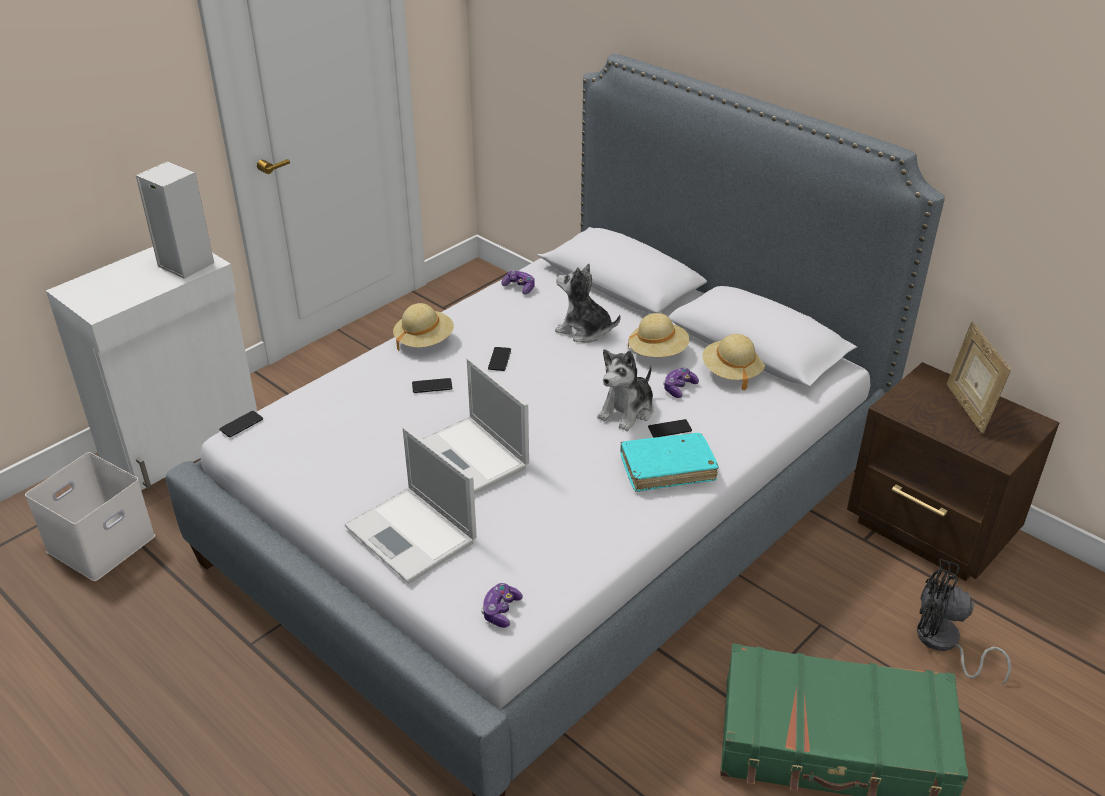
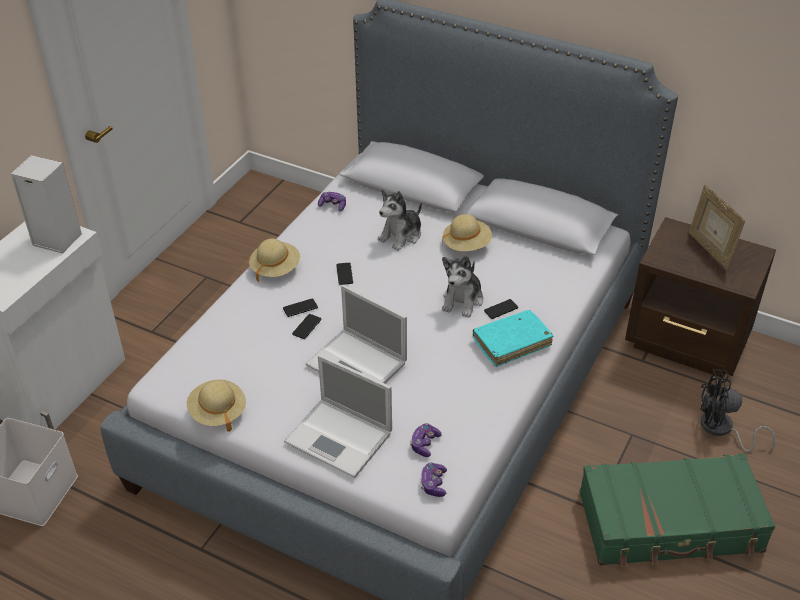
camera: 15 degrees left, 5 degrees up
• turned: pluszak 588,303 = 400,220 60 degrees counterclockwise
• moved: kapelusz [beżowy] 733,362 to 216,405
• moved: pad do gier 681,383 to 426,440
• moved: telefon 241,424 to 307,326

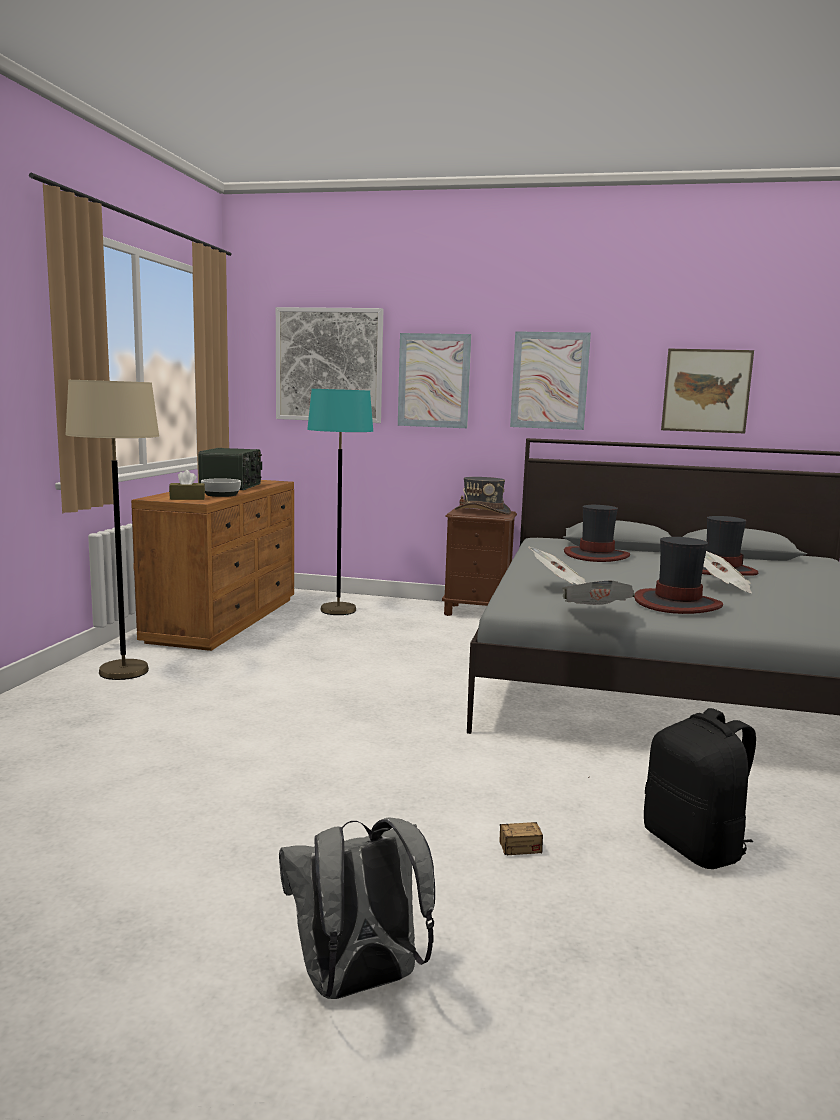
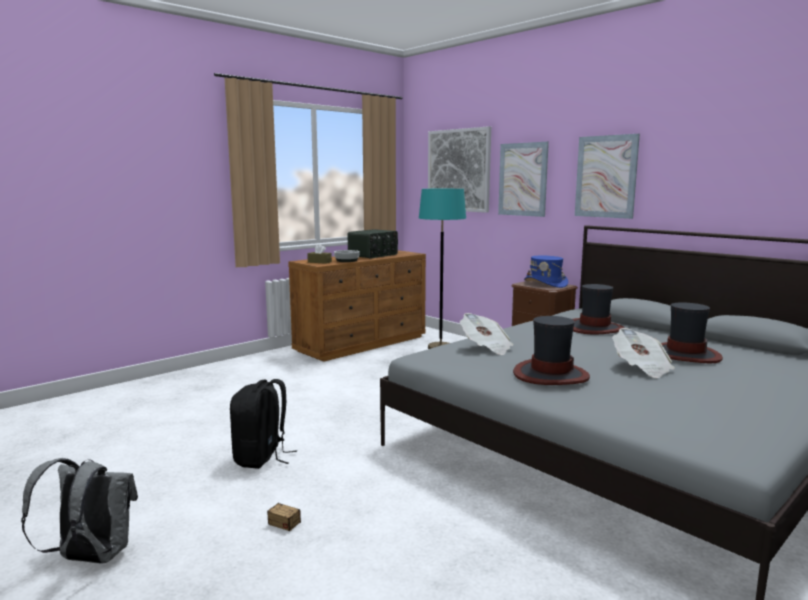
camera: 35 degrees right, 0 degrees up
• removed: obraz 707,391
• removed: lampa stojąca [beżowy] 112,530
• recoloured: kapelusz [szary] 483,496 to kapelusz [niebieski] 546,272
• removed: gazeta 598,593
• moved: plecak [czarny] 700,788 to 263,424

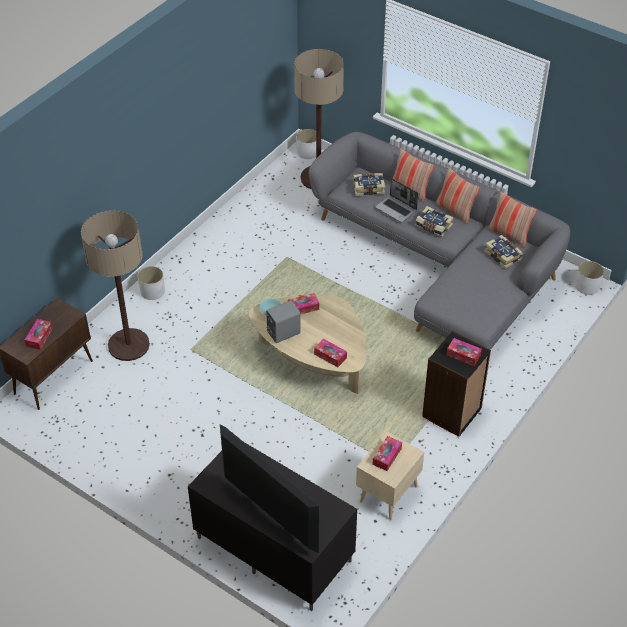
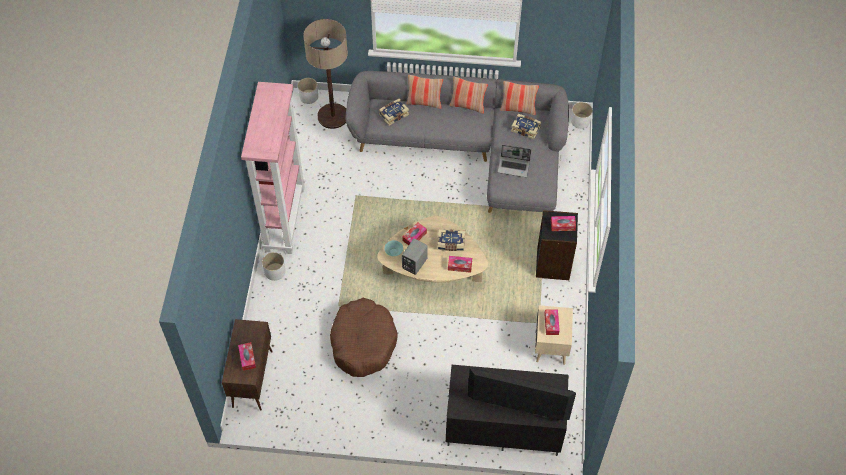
camera: 30 degrees left, 10 degrees up
• moved: laptop 396,200 to 514,161
• moved: książka 434,221 to 451,240
• removed: lampa stojąca 115,285
• added: regał [różowy] 273,168
• added: legowisko [brązowy] 364,337

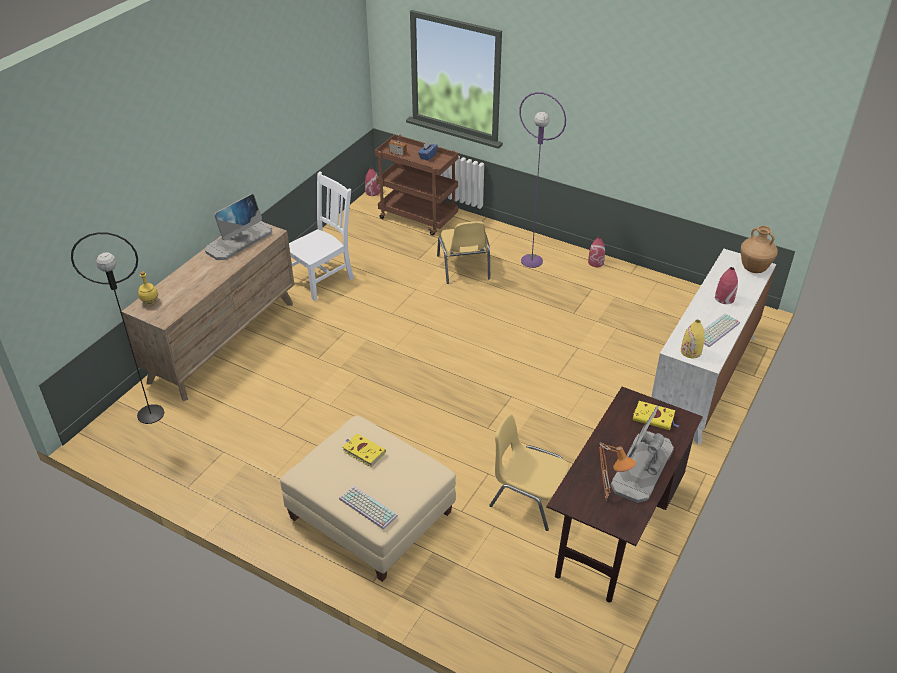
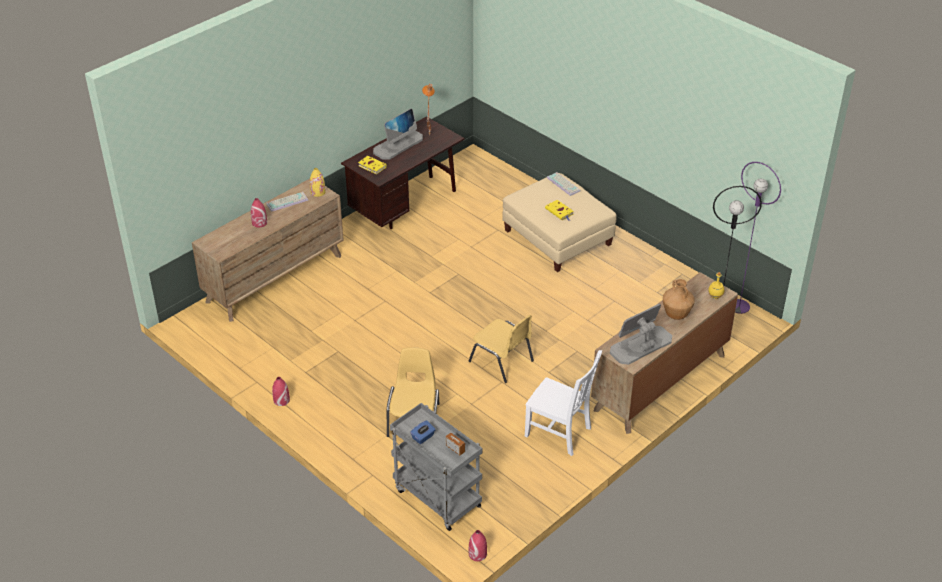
camera: 165 degrees left, 0 degrees up
• moved: lampa stojąca [fioletowy] 542,180 to 758,238
• recoloured: wózek [brązowy] 417,184 to wózek [szary] 436,467
• turned: krzesło [biały] 321,236 = 563,403 120 degrees counterclockwise
• moved: wazon [brązowy] 759,249 to 679,299
• recoloured: komoda [biały] 713,347 to komoda [brązowy] 268,250
• moved: krzesło [żółty] 529,472 to 501,349

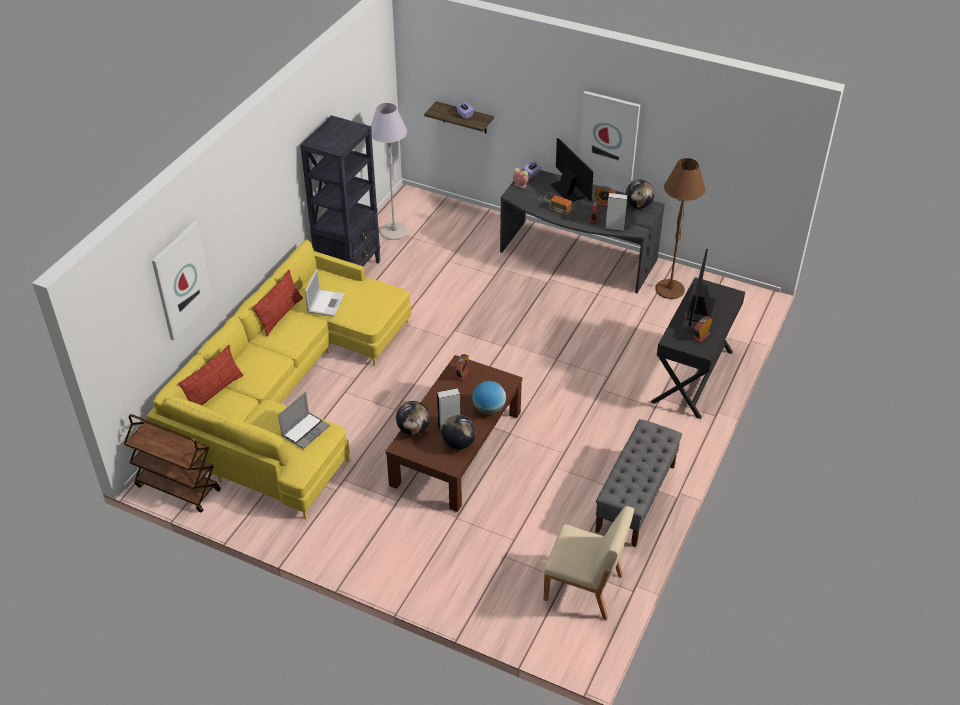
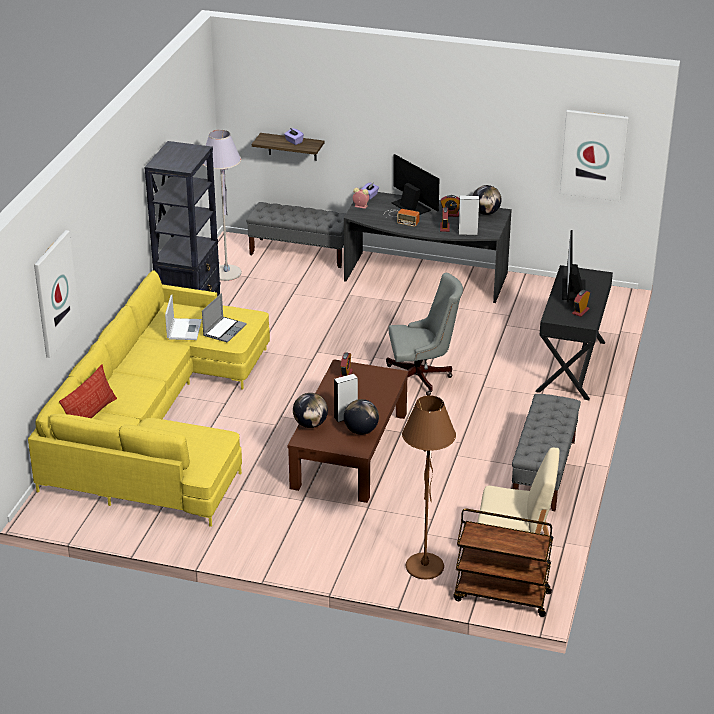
camera: 10 degrees left, 10 degrees down
• moved: obraz 609,136 to 594,155
• moved: lampa stojąca [brązowy] 680,228 to 429,487
• removed: poduszka 277,303
• removed: globus 489,397
• moved: laptop 304,420 to 224,318
• moved: wózek [brązowy] 172,463 to 503,562
• added: ławka [szary] 296,235
• added: krzesło biurowe [szary] 424,334

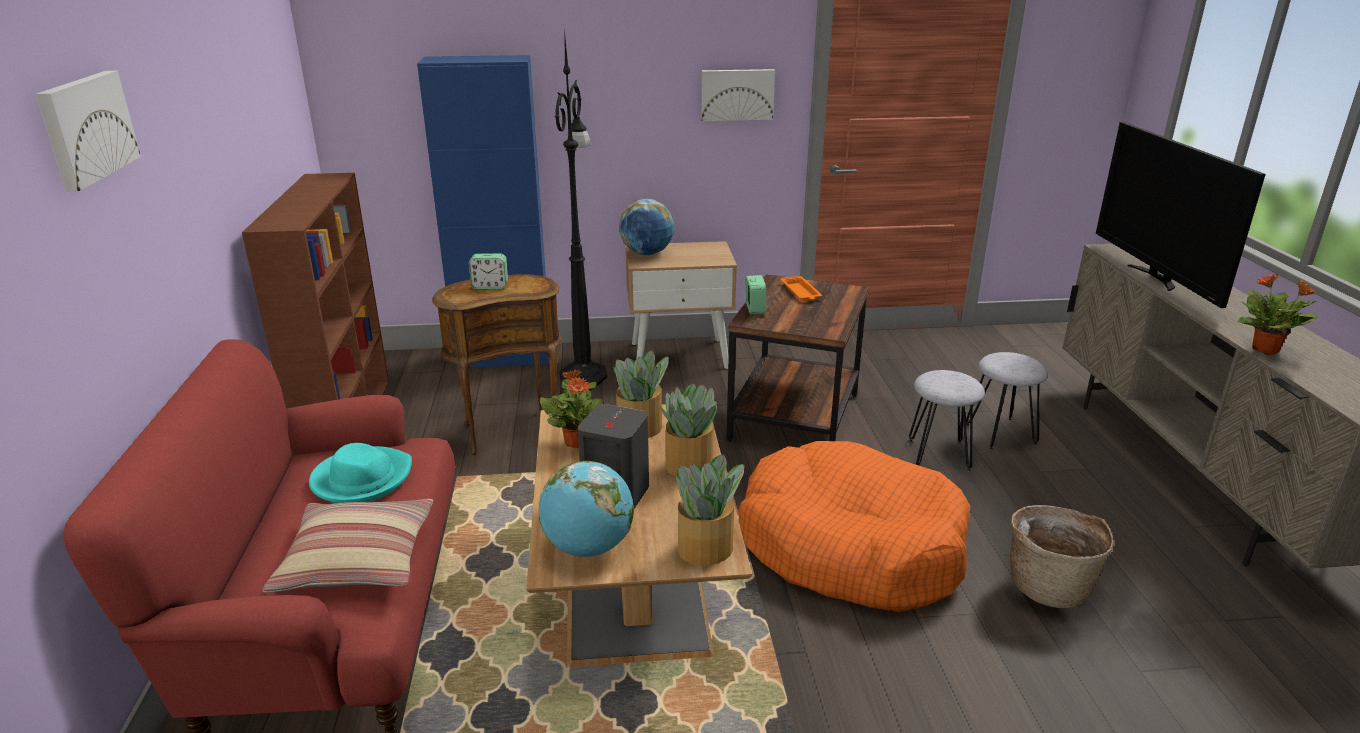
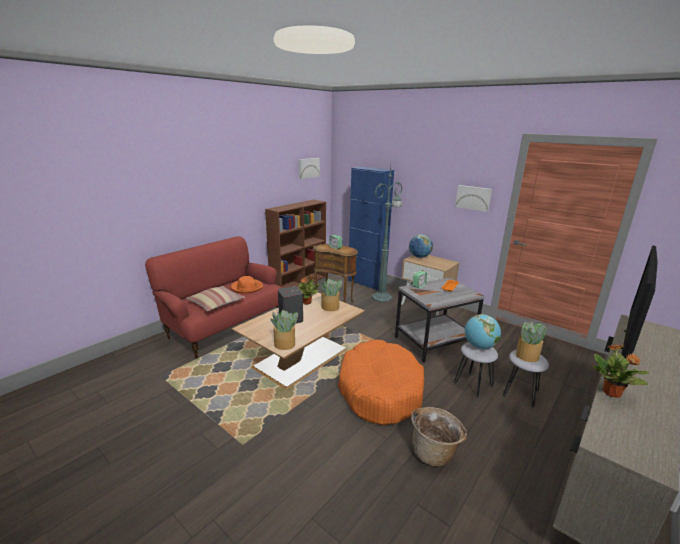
camera: 45 degrees right, 5 degrees down
• recoloured: lampa stojąca [czarny] 581,207 to lampa stojąca [zielony] 387,234
• moved: obraz 88,131 to 309,168
• recoloured: stolik [brązowy] 797,357 to stolik [szary] 440,320
• moved: roślina doniczkowa 687,429 to 531,342
• recoloured: kapelusz [turkusowy] 360,473 to kapelusz [pomarańczowy] 247,285
• moved: globus 586,509 to 483,331

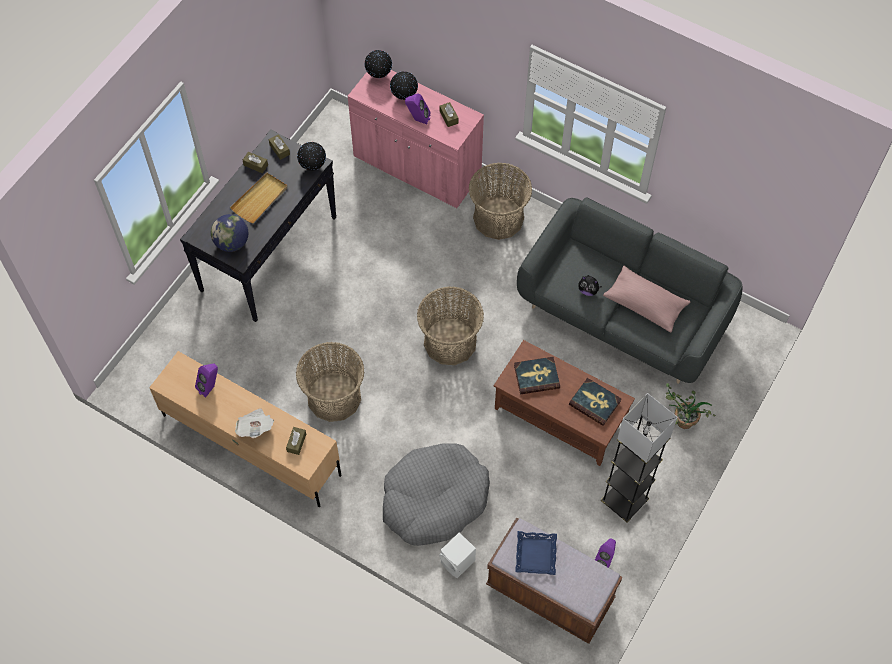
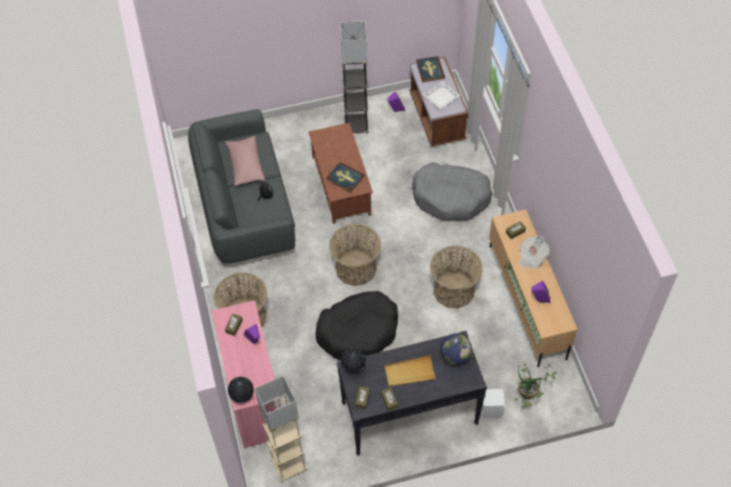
camera: 135 degrees left, 5 degrees down
• removed: globus 404,85
• moved: książka 595,402 to 430,69
• moved: roślina doniczkowa 691,406 to 536,386
• recoloured: taca [niebieski] 536,553 to taca [biały] 441,95
• moved: głośnik [biały] 457,555 to 493,404
• added: legowisko [czarny] 356,325
• added: lampa stojąca [beżowy] 281,429

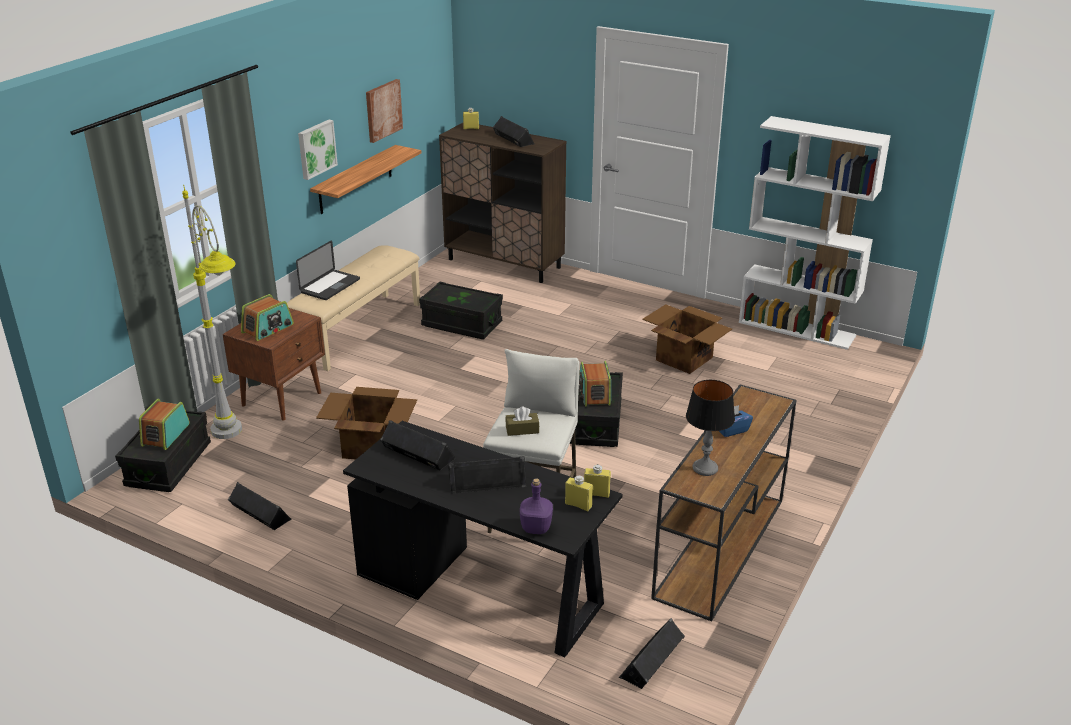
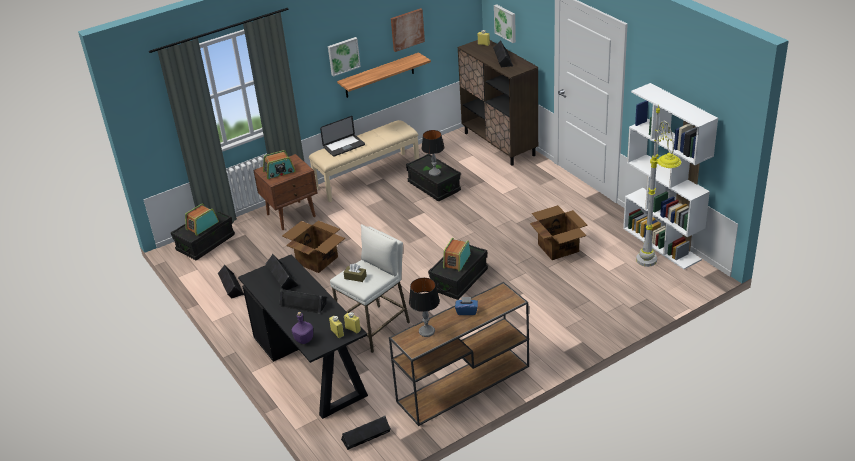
camera: 30 degrees right, 5 degrees up
• moved: lampa stojąca [szary] 212,312 to 658,185
• added: obraz 505,23
• added: lampa stołowa 433,153

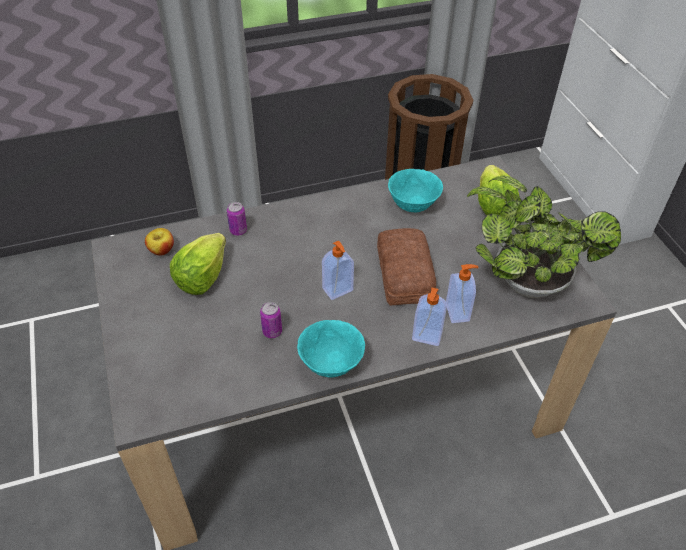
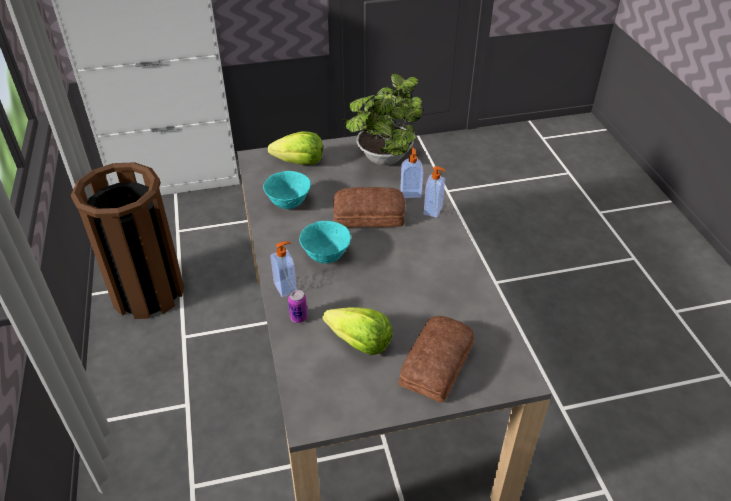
camera: 85 degrees left, 5 degrees down
• removed: jabłko 159,242
• moved: dozownik mydła 338,270 to 284,269
• removed: puszka 271,320
• moved: miska [turkusowy] 331,348 to 325,242
• added: chleb 436,359

